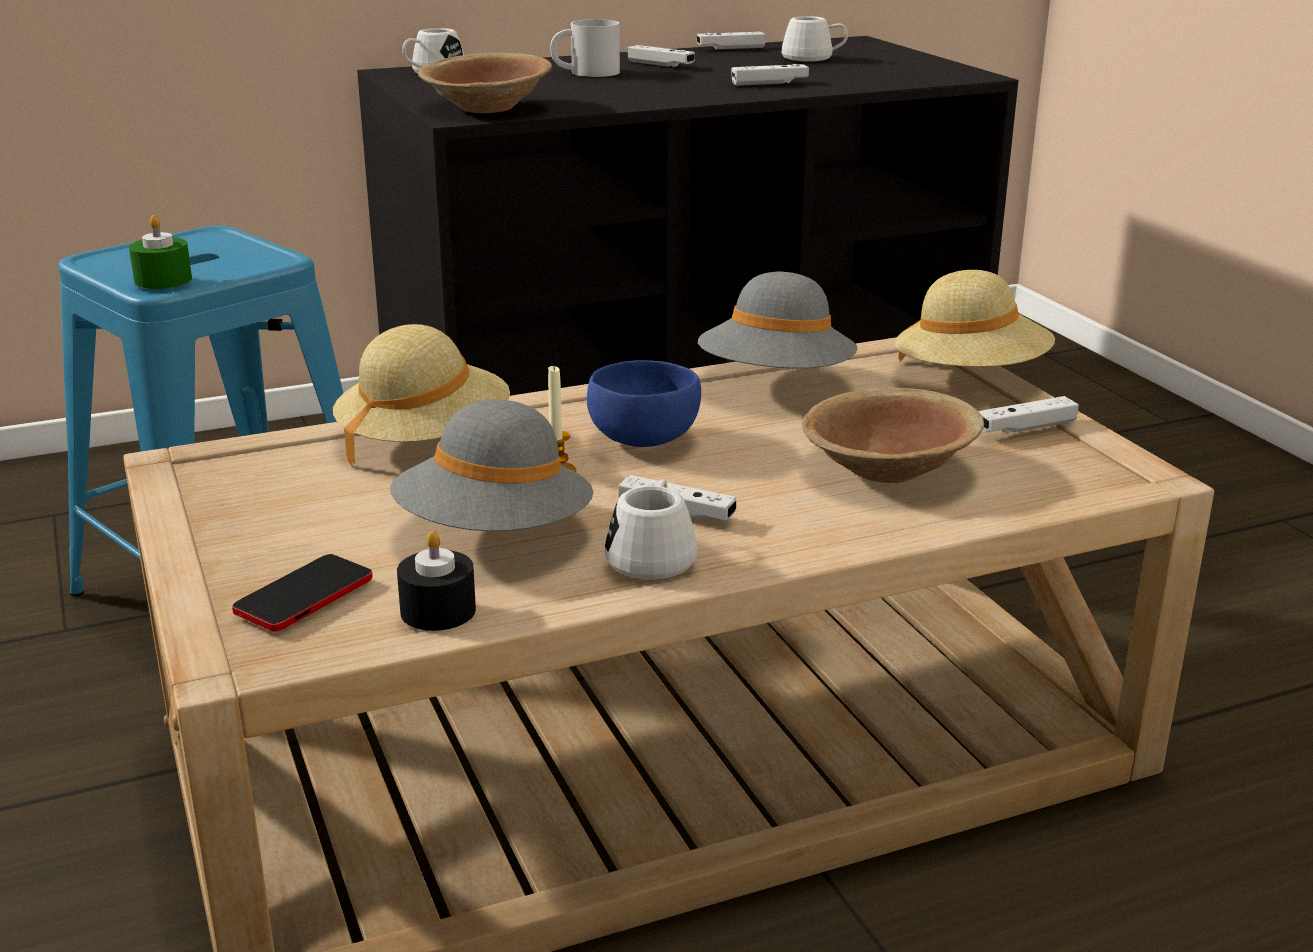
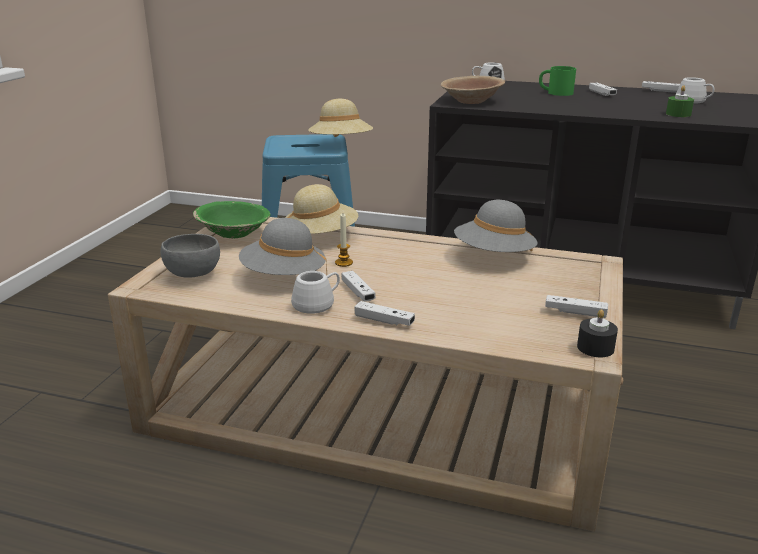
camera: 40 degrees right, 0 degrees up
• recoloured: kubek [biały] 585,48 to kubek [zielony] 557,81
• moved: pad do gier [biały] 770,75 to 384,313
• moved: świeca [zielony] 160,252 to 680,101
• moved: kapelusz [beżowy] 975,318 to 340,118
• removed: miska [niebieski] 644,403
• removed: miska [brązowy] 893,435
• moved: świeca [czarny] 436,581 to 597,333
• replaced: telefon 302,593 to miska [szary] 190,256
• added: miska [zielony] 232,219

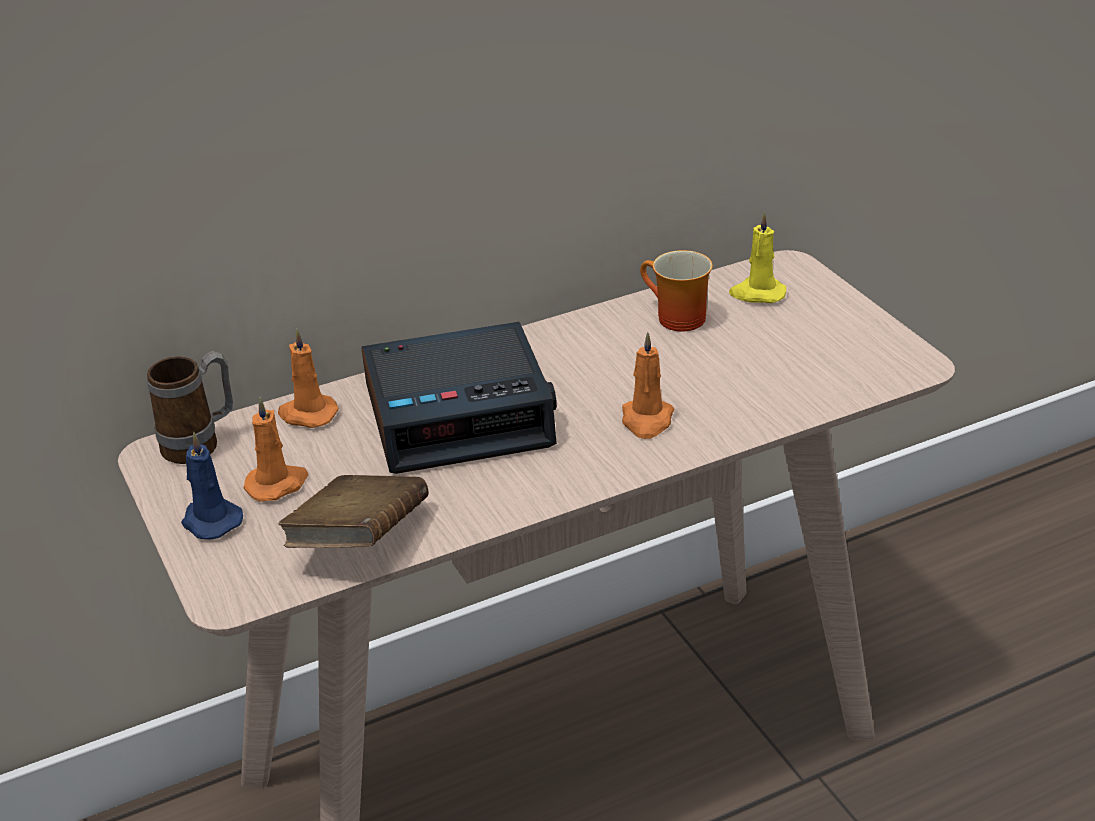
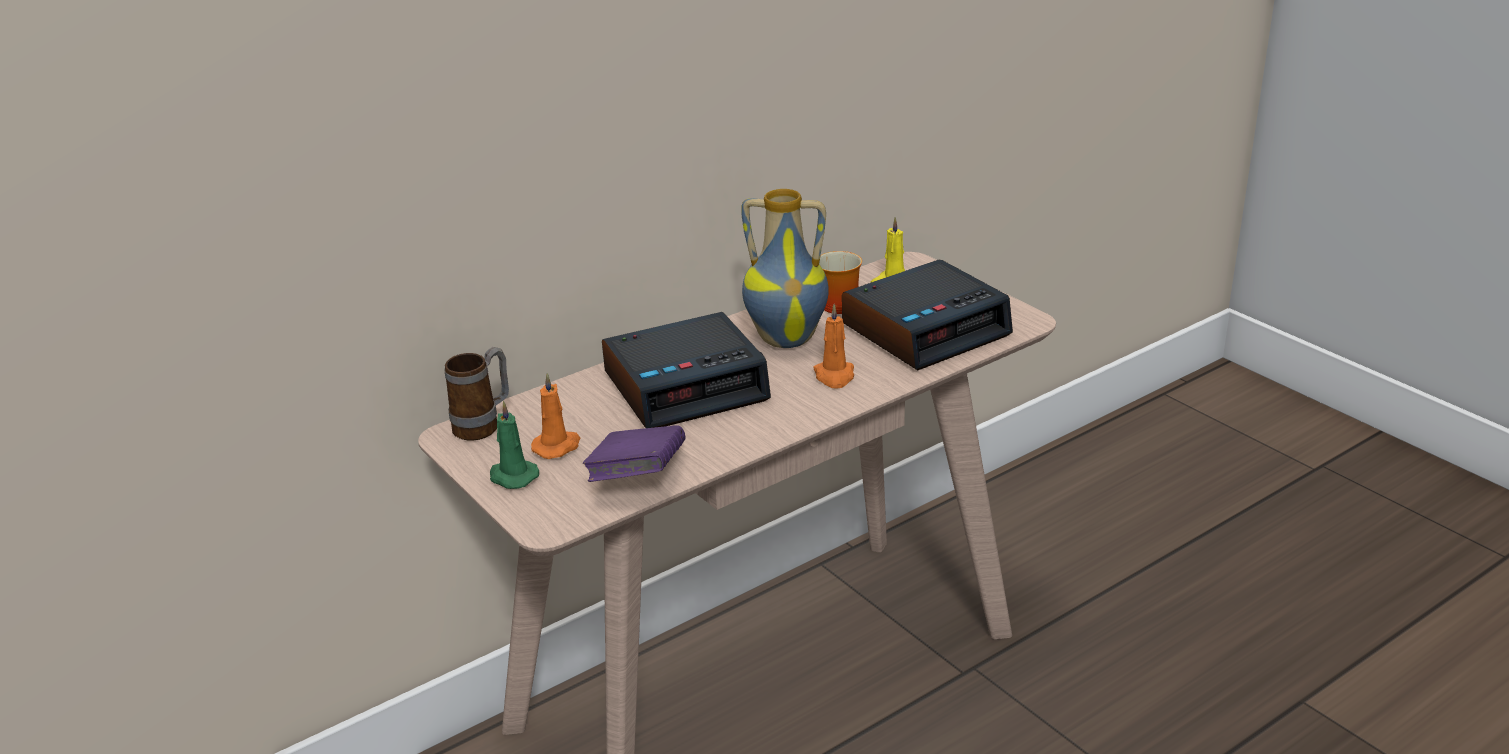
camera: 10 degrees left, 5 degrees down
• removed: świeca [pomarańczowy] 308,378
• recoloured: świeca [niebieski] 212,486 to świeca [zielony] 514,445
• recoloured: książka [brązowy] 353,511 to książka [fioletowy] 634,453
• added: wazon 785,268
• added: budzik 927,315

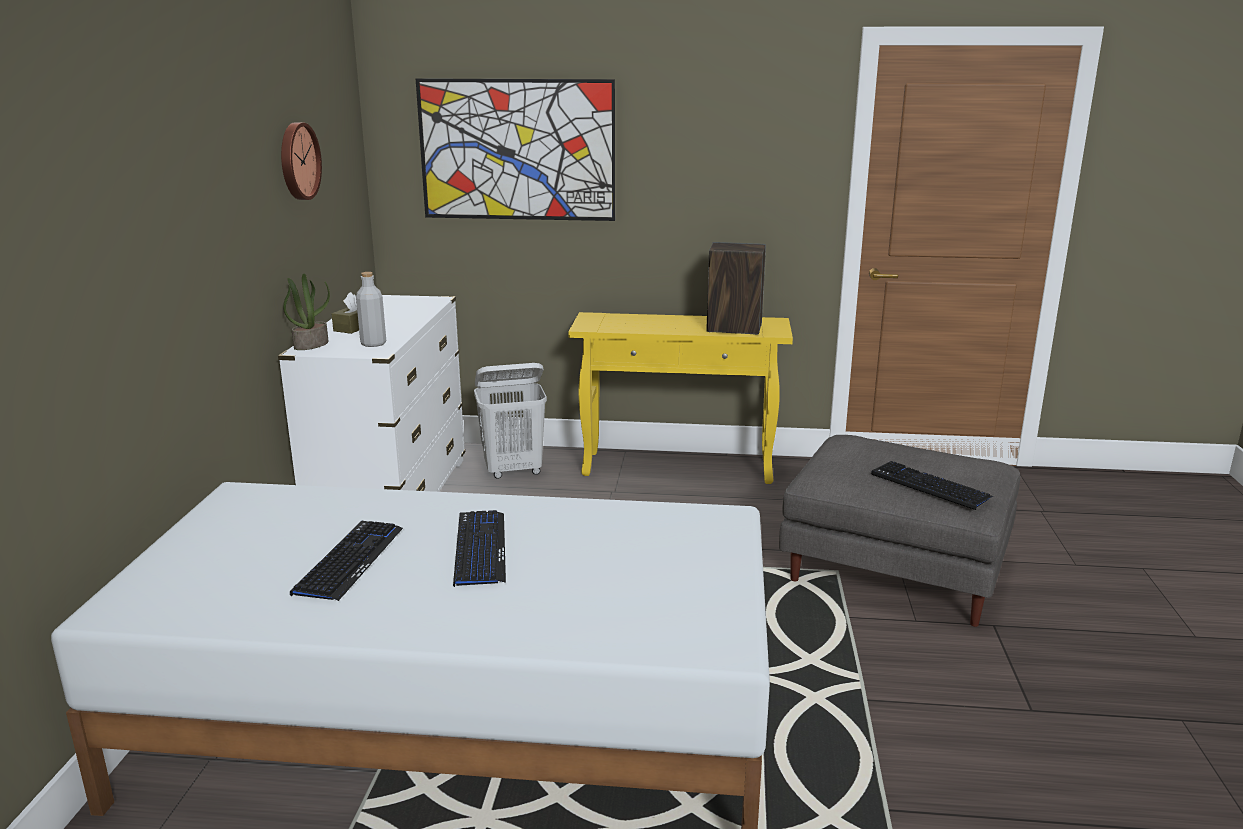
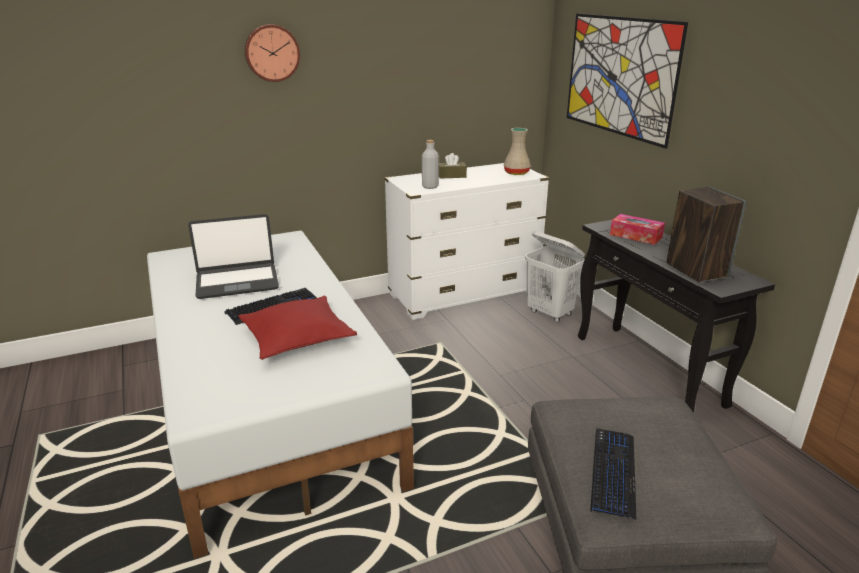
camera: 60 degrees right, 5 degrees up
• moved: zegar ścienny 301,161 to 272,53
• removed: roślina doniczkowa 306,311
• recoloured: stolik konsolowy [żółty] 680,398 to stolik konsolowy [czarny] 676,316
• replaced: klawiatura 346,561 to laptop 233,256
• added: wazon [beżowy] 517,151
• added: pudełko chusteczek 637,229
• added: poduszka [czerwony] 297,328

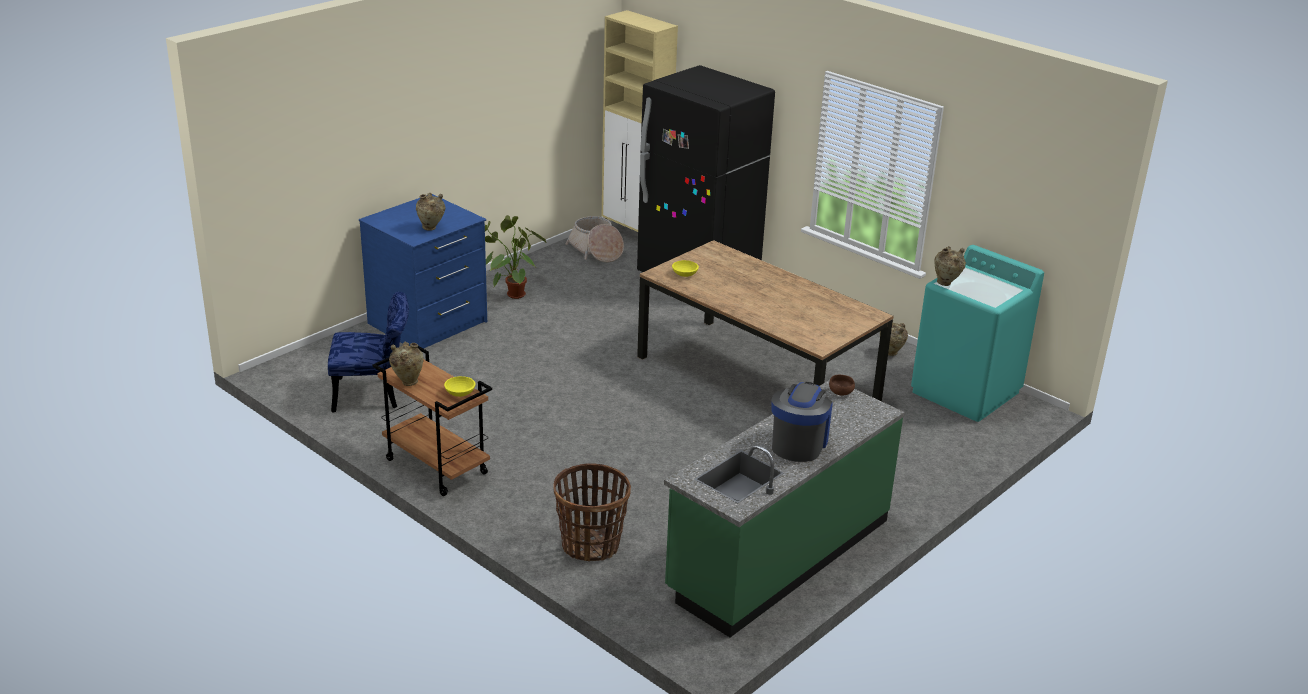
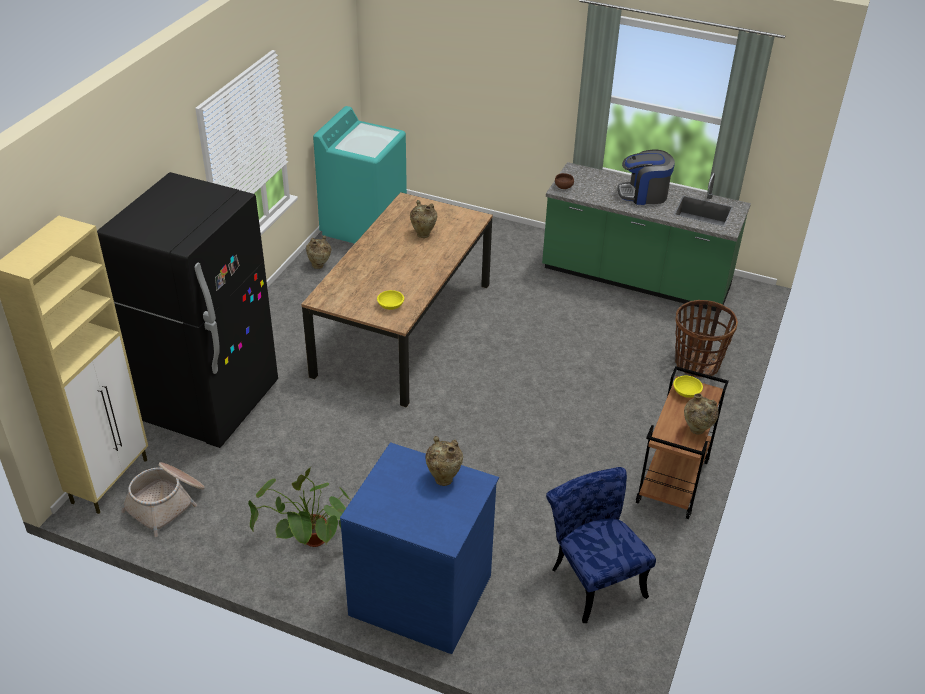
camera: 110 degrees left, 10 degrees up
• moved: wazon [beżowy] 950,266 to 423,219

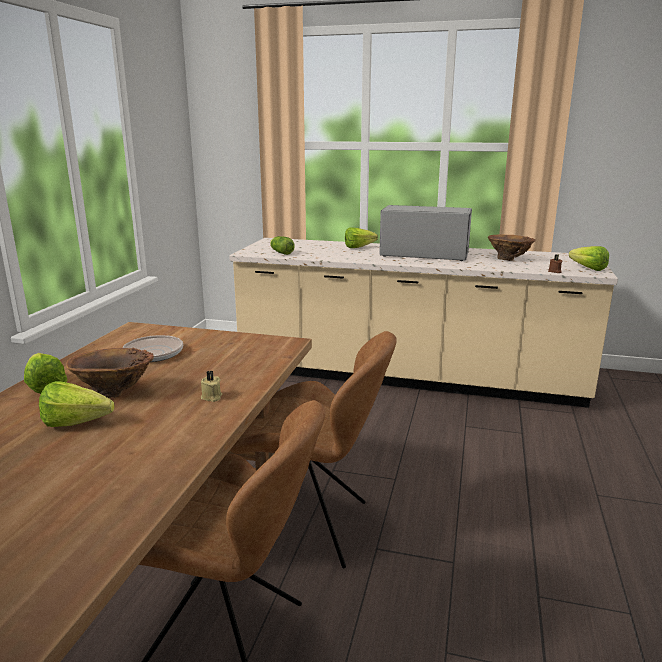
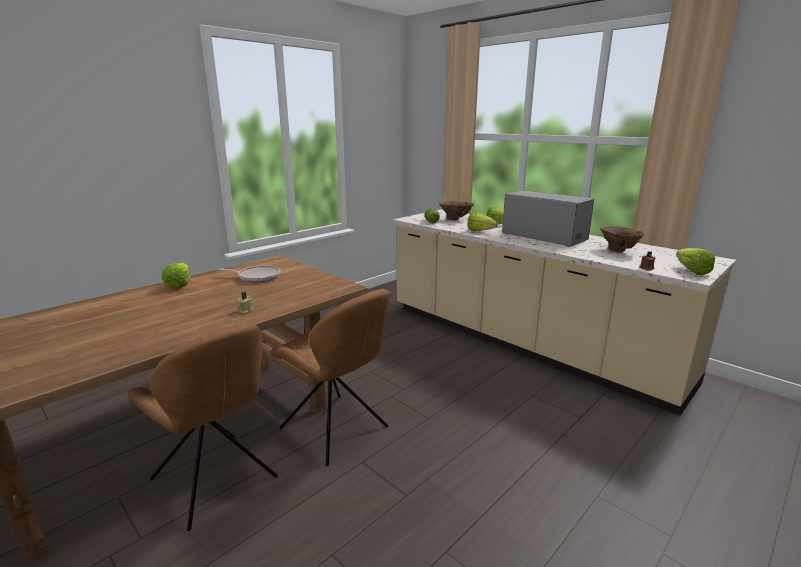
camera: 30 degrees right, 0 degrees up
• moved: wazon [brązowy] 110,373 to 456,210
• moved: sałata 77,404 to 482,221

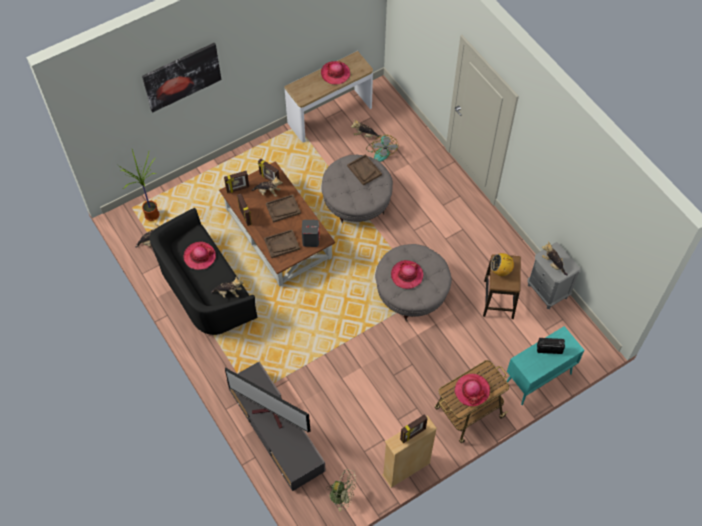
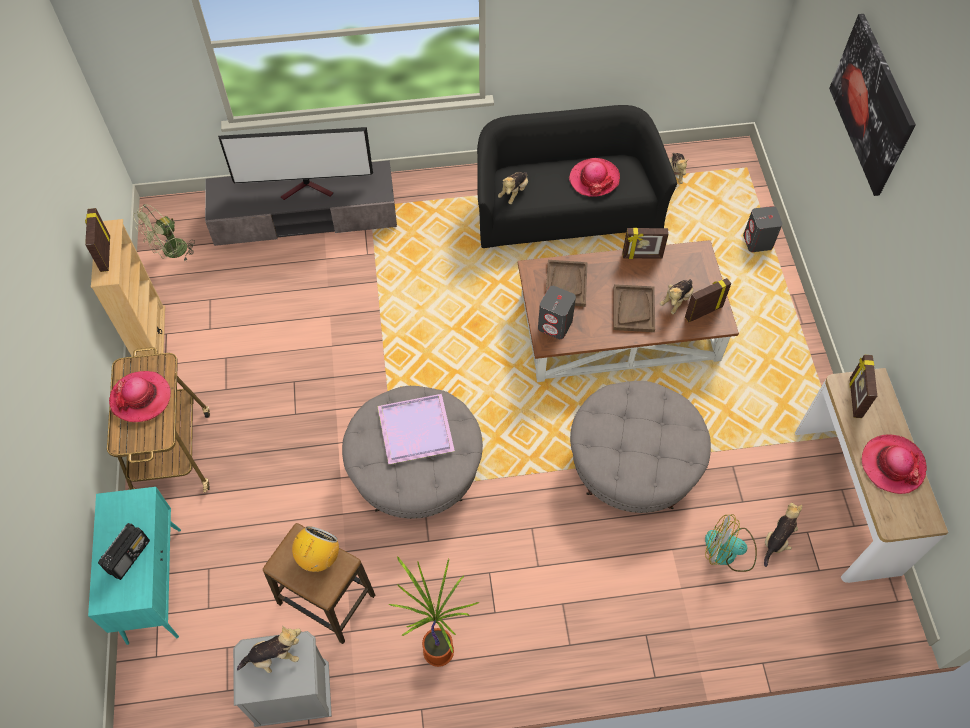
camera: 115 degrees right, 0 degrees up
• moved: roślina doniczkowa 138,185 to 434,611
• removed: taca [brązowy] 364,170
• moved: ramka na zdjęcie 236,182 to 863,386
• replaced: kapelusz 407,274 to taca [fioletowy] 416,429
• turned: telewizor 268,400 = 295,163 150 degrees counterclockwise
• added: głośnik [szary] 762,229

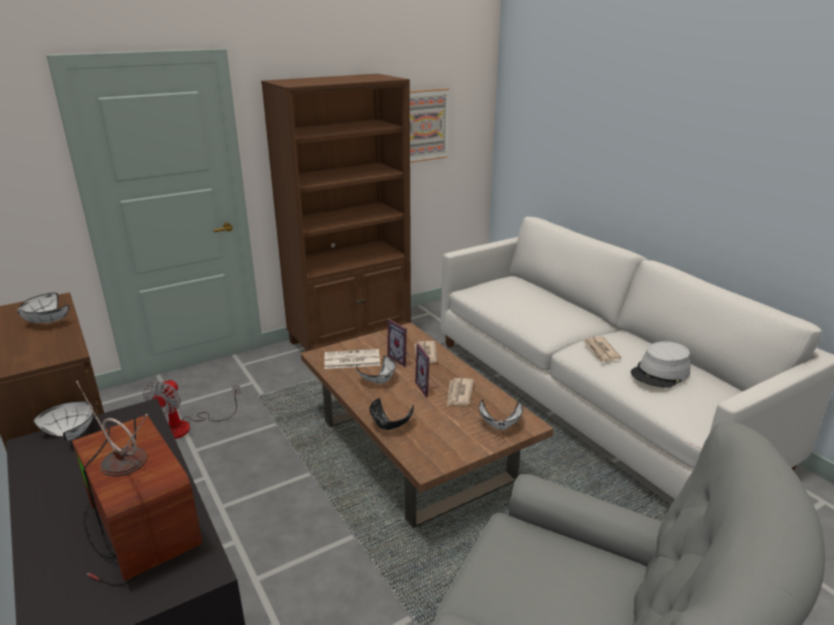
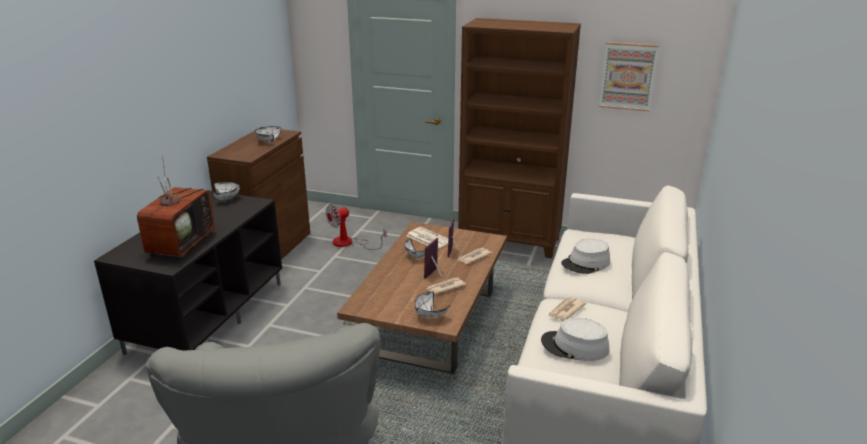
camera: 50 degrees right, 0 degrees up
• removed: miska [czarny] 391,414
• added: kapelusz [szary] 585,256

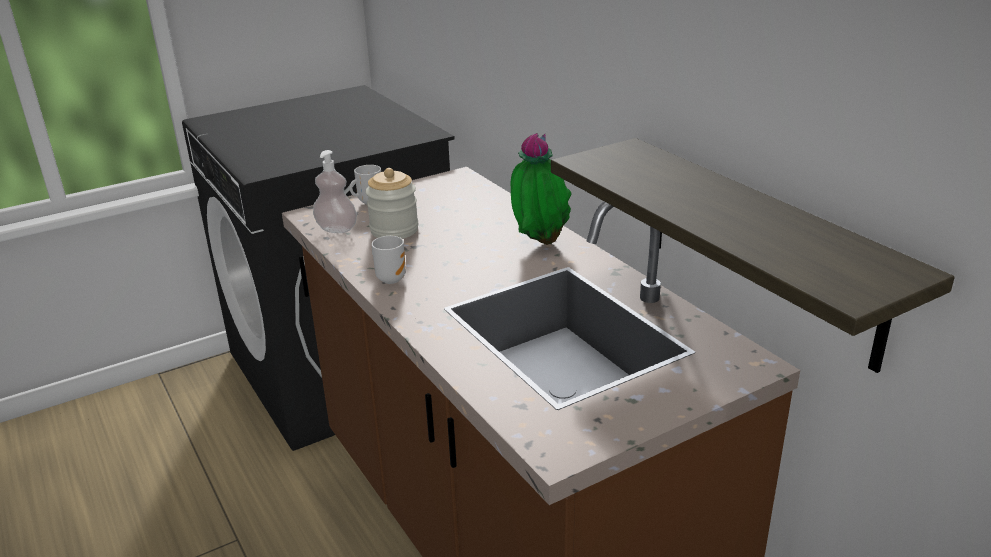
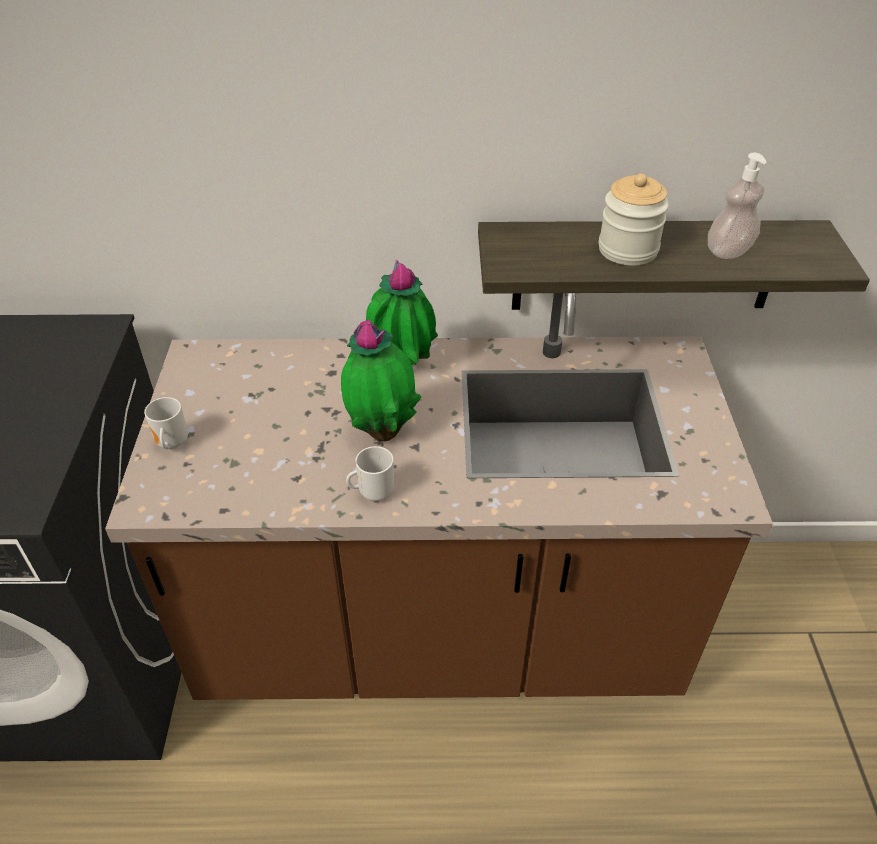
camera: 60 degrees left, 15 degrees up
• moved: dozownik mydła 335,191 to 737,206
• moved: słoik 392,203 to 634,220
• added: roślina doniczkowa 381,380

